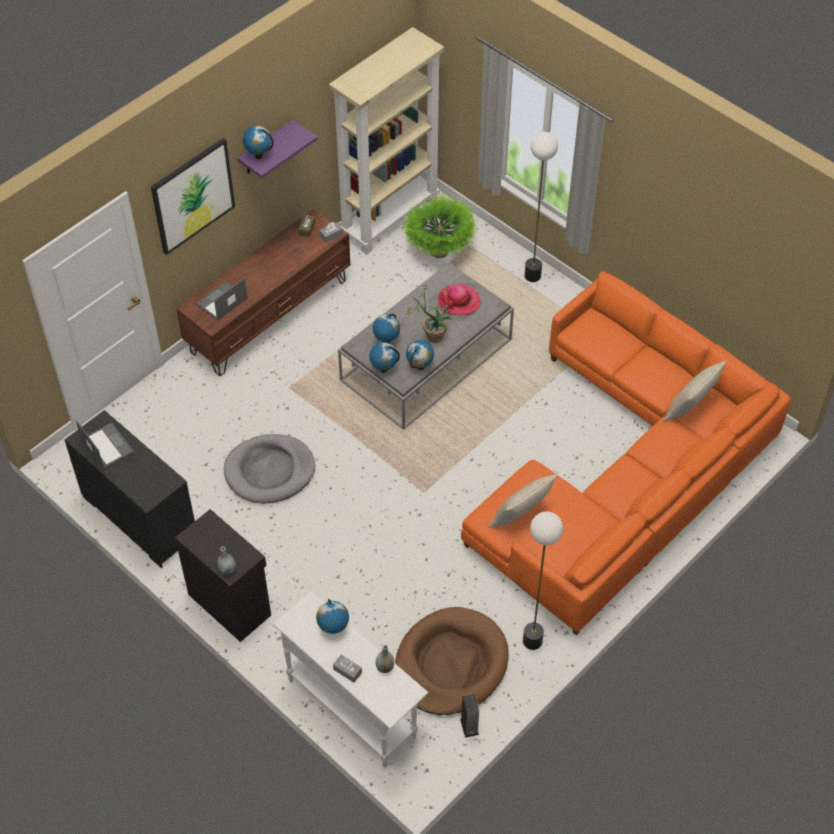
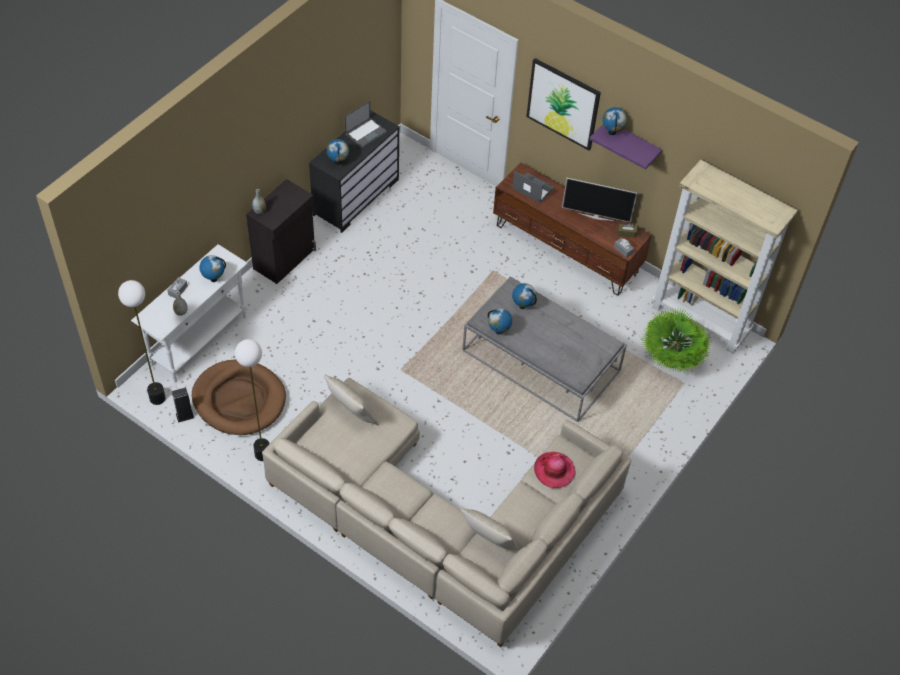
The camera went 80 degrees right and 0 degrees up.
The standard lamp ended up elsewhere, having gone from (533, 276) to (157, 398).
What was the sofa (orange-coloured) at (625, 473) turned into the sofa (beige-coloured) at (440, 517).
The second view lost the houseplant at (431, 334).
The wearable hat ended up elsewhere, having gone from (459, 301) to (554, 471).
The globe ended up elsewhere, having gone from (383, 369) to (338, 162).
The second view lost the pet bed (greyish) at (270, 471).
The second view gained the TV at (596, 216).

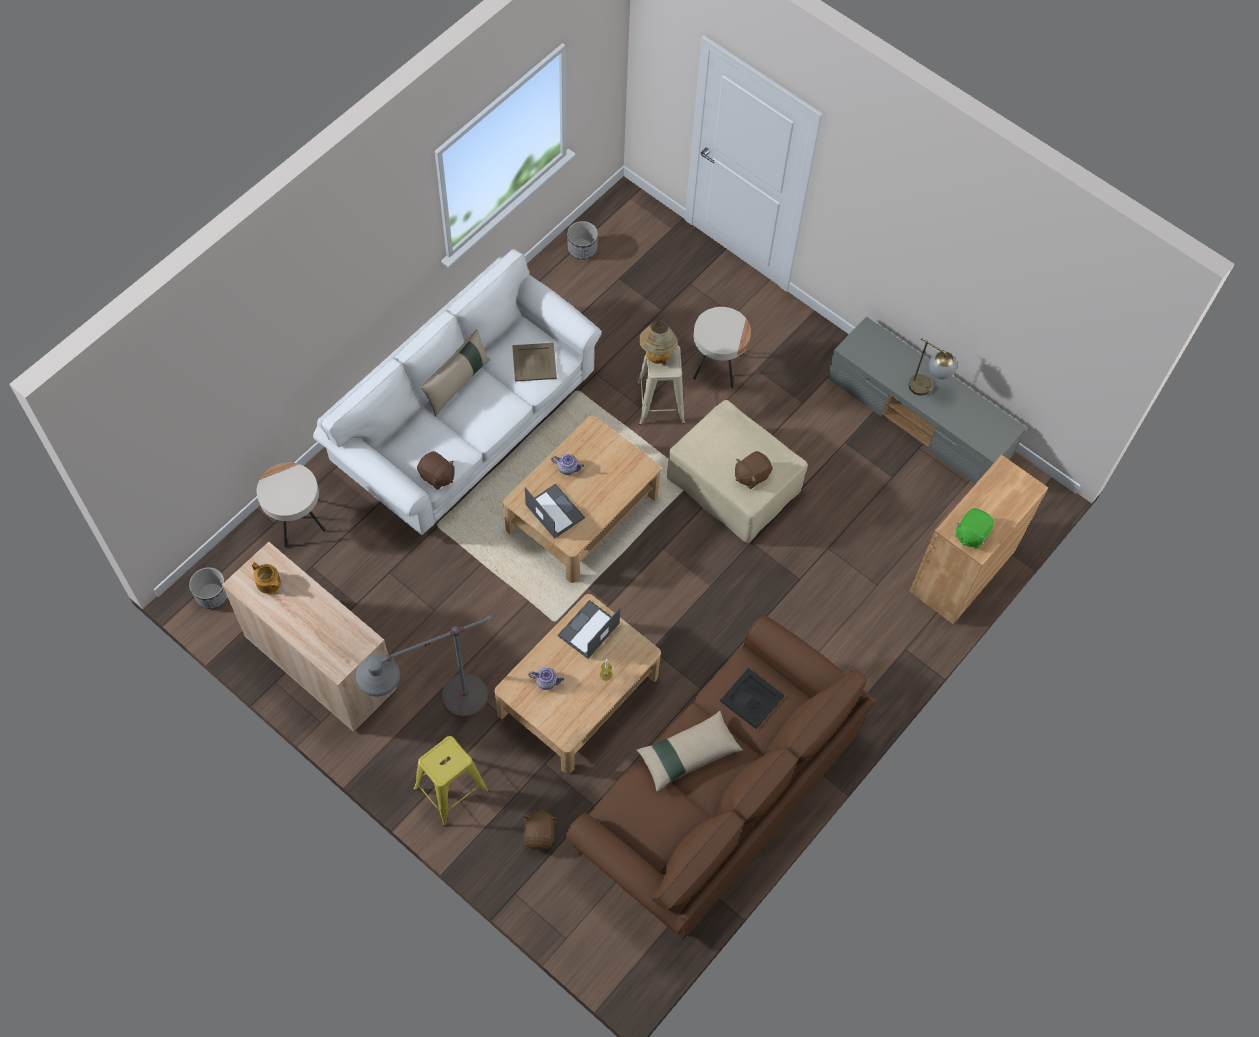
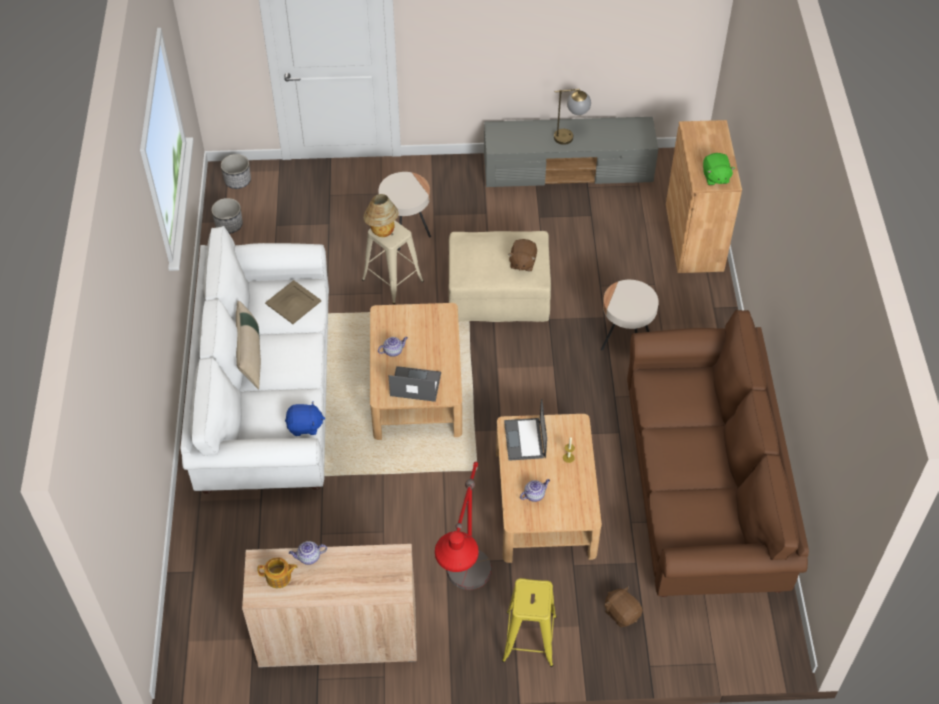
The camera went 40 degrees left and 10 degrees down.
What was the cuddly toy (brown) at (437, 476) turned into the cuddly toy (bluish) at (305, 426).
The accent table (beige-coloured) ended up elsewhere, having gone from (297, 522) to (625, 341).
The planter ended up elsewhere, having gone from (212, 595) to (237, 180).
What was the standard lamp (greyish) at (437, 715) turned into the standard lamp (reddish) at (464, 598).
The second view lost the tray (blackish) at (751, 698).
The second view lost the pillow (beige-coloured) at (688, 754).
The second view gained the teapot at (308, 557).

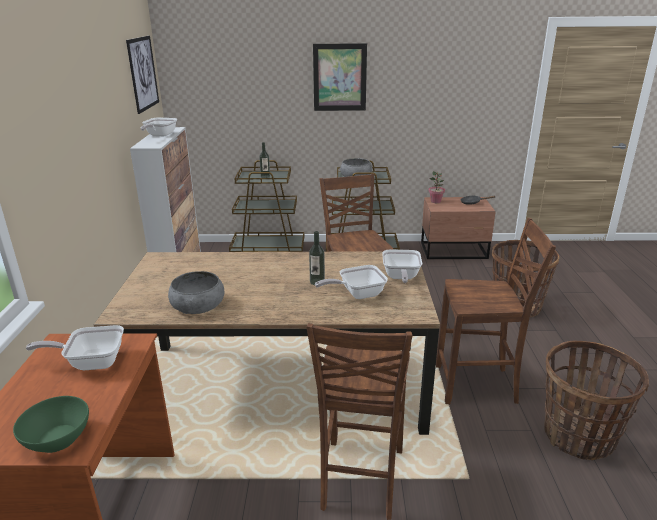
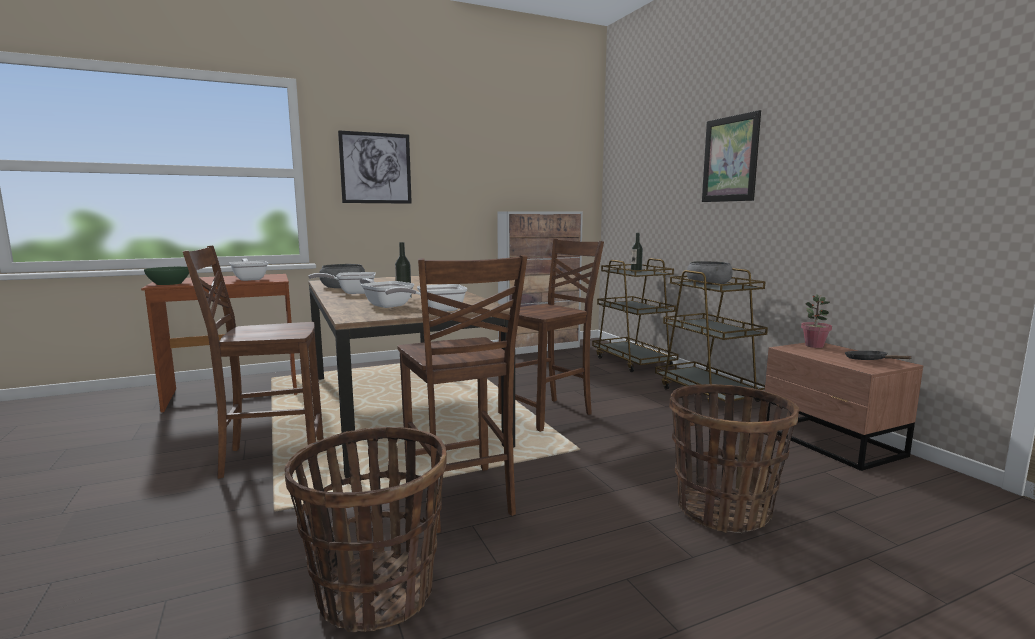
The camera went 65 degrees right and 15 degrees down.
The wall picture ended up elsewhere, having gone from (143, 73) to (376, 168).
The pan ended up elsewhere, having gone from (159, 135) to (352, 292).

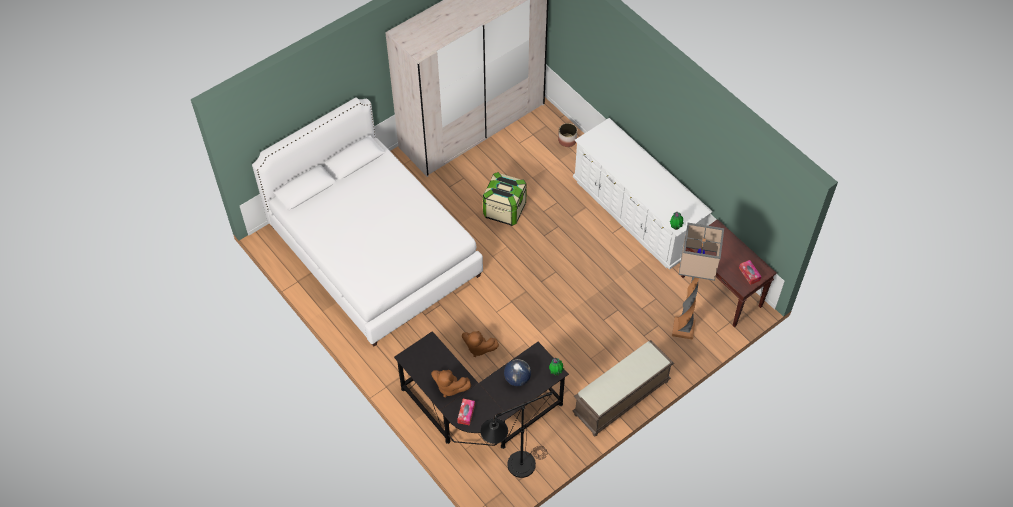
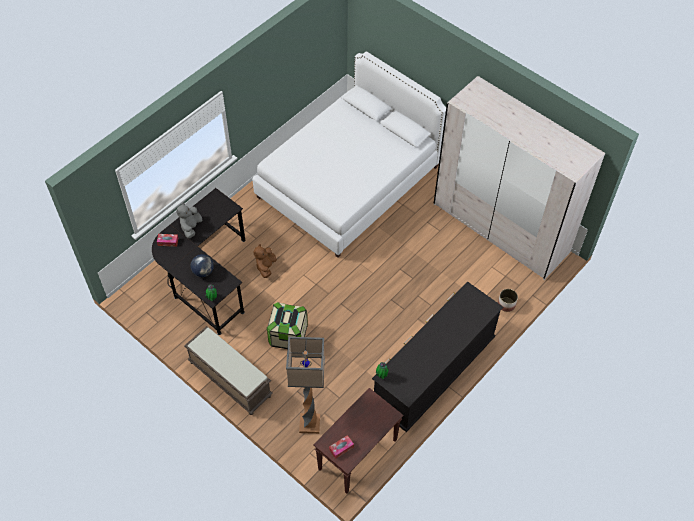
The camera went 80 degrees right and 0 degrees up.
What was the dresser (whitish) at (636, 214) turned into the dresser (blackish) at (433, 371).
The storage bin ended up elsewhere, having gone from (504, 210) to (288, 335).
What was the cuddly toy (brown) at (449, 387) turned into the cuddly toy (greyish) at (191, 227).
The second view lost the standard lamp (blackish) at (514, 469).

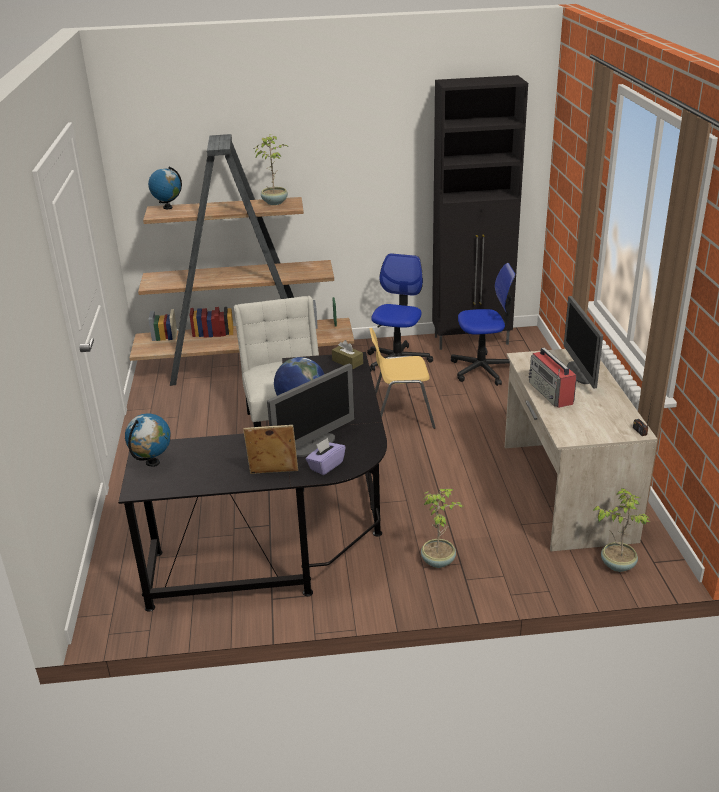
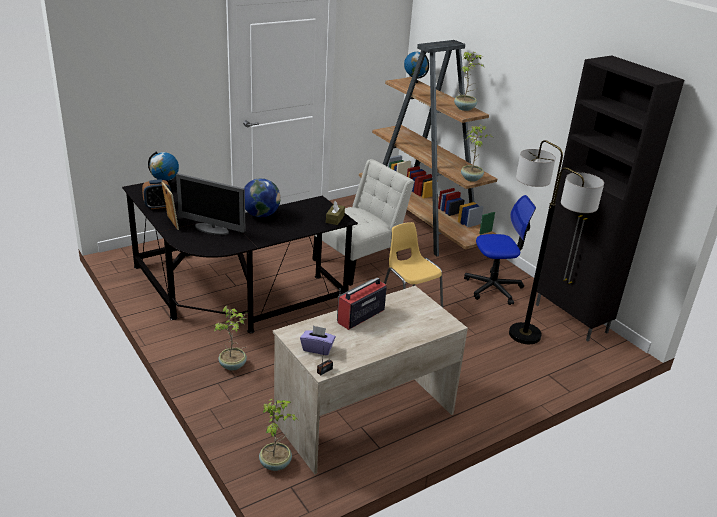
The camera went 60 degrees right and 0 degrees up.
Where the office chair stood at (482, 369), the standard lamp came to stand at (524, 334).
The second view lost the computer screen at (579, 373).
The tissue holder (purple-coloured) ended up elsewhere, having gone from (326, 466) to (317, 348).
The second view gained the houseplant at (471, 178).
The second view gained the alarm clock at (158, 206).

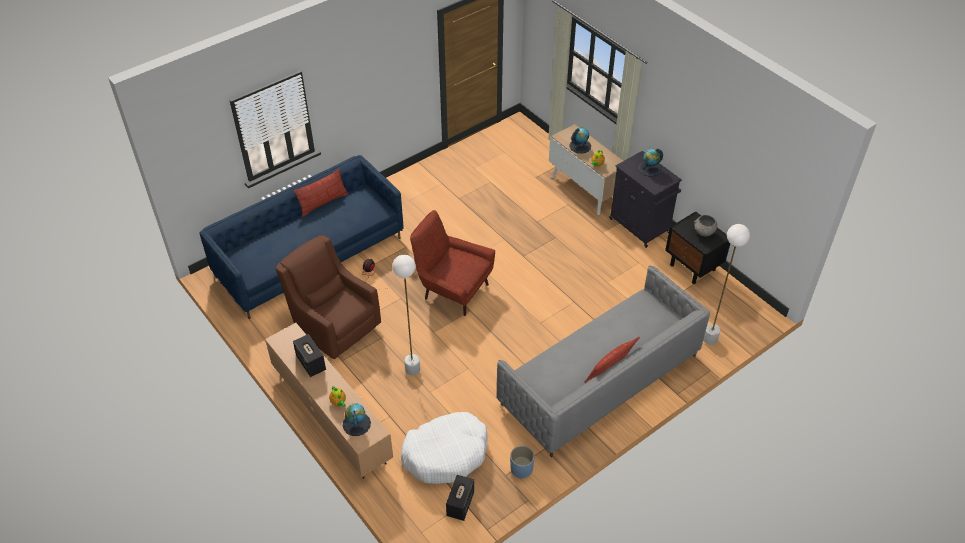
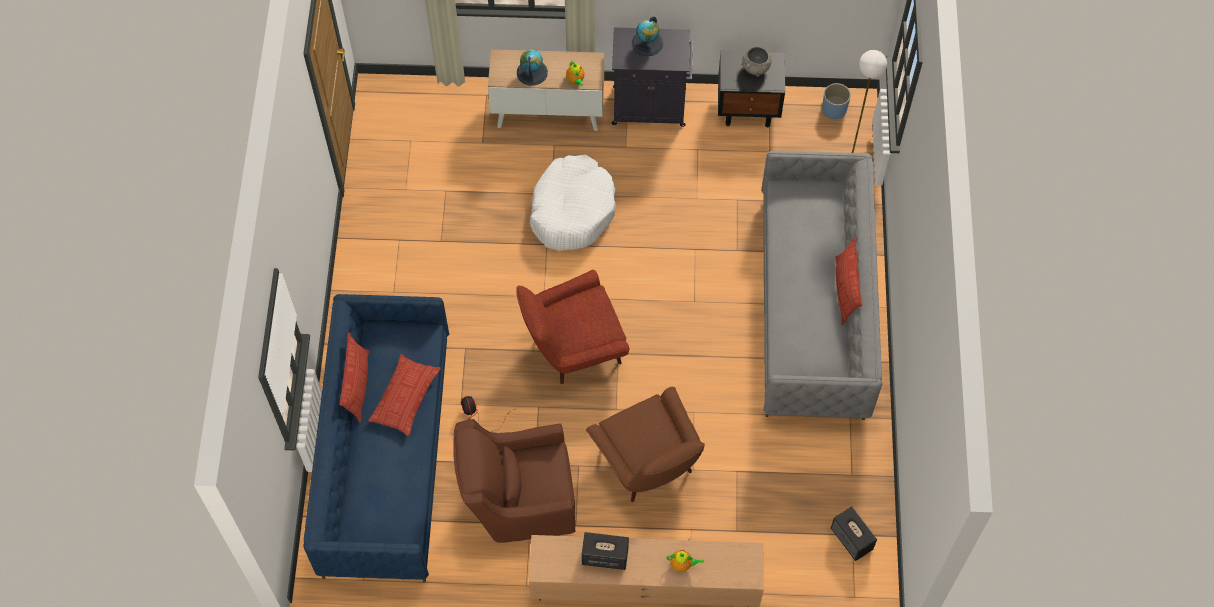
The camera went 50 degrees left and 15 degrees up.
Where the standard lamp (whitish) stood at (412, 369), the armchair (brown) came to stand at (649, 465).
The second view lost the globe at (356, 424).
The pet bed (whitish) ended up elsewhere, having gone from (446, 453) to (572, 210).
The planter (bluish) ended up elsewhere, having gone from (521, 469) to (834, 110).
The second view gained the pillow at (405, 397).

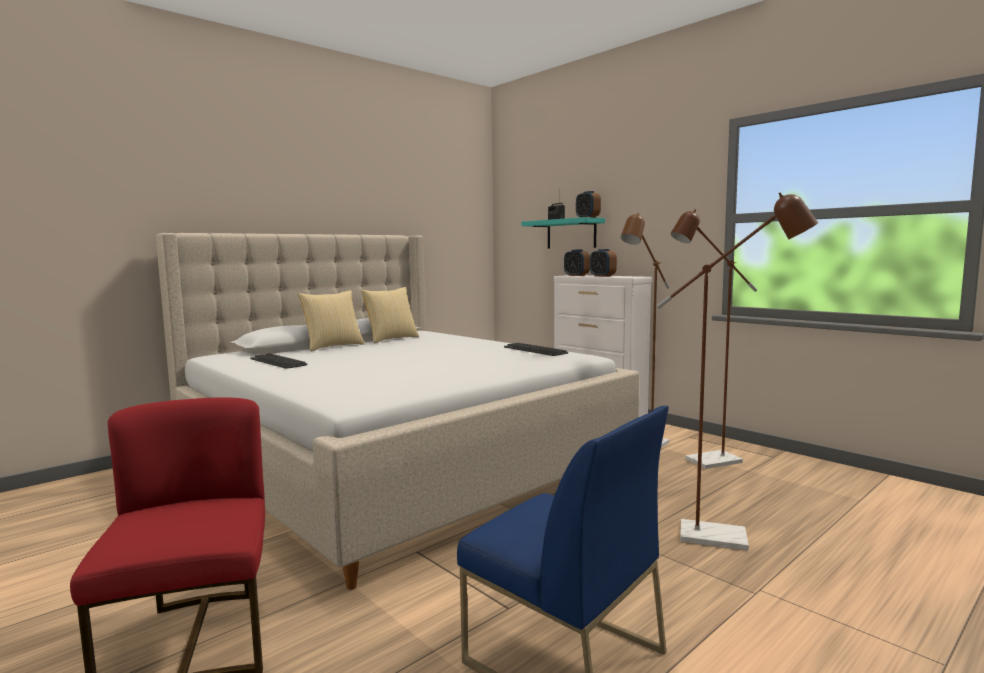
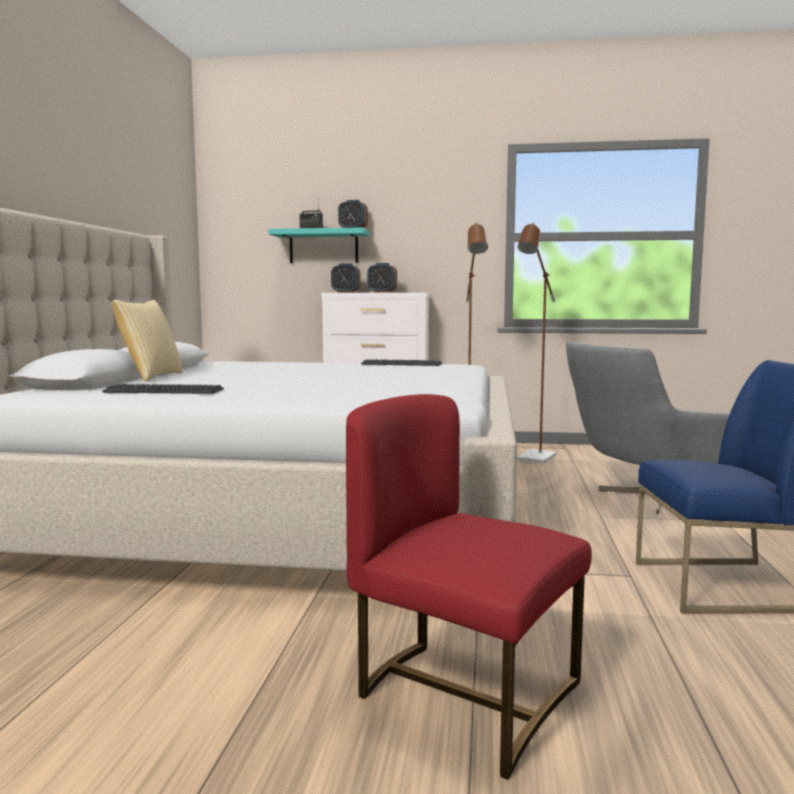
The camera went 40 degrees left and 0 degrees up.
Where the standard lamp (brown) stood at (727, 538), the armchair (greyish) came to stand at (648, 498).
The second view lost the pillow at (391, 339).

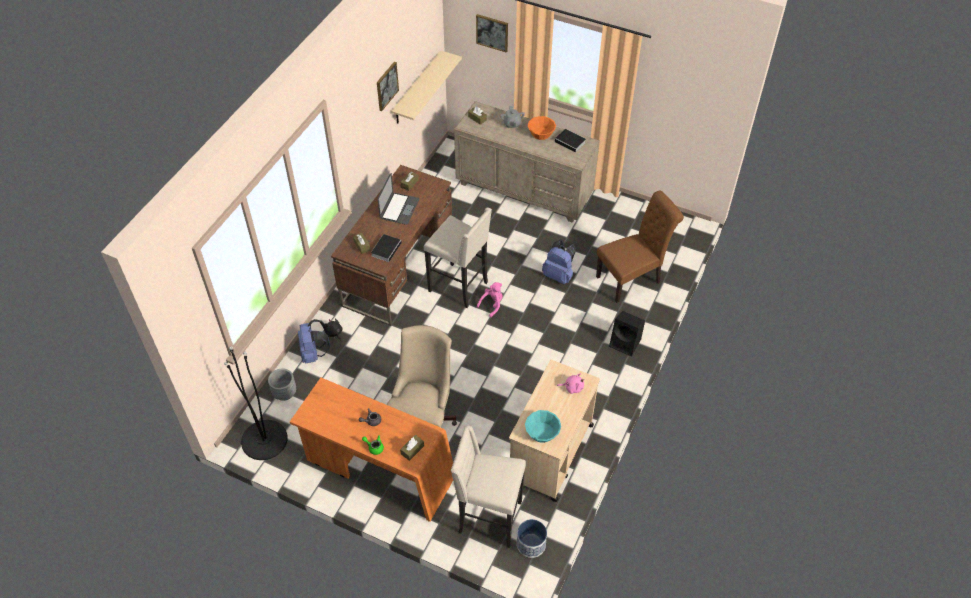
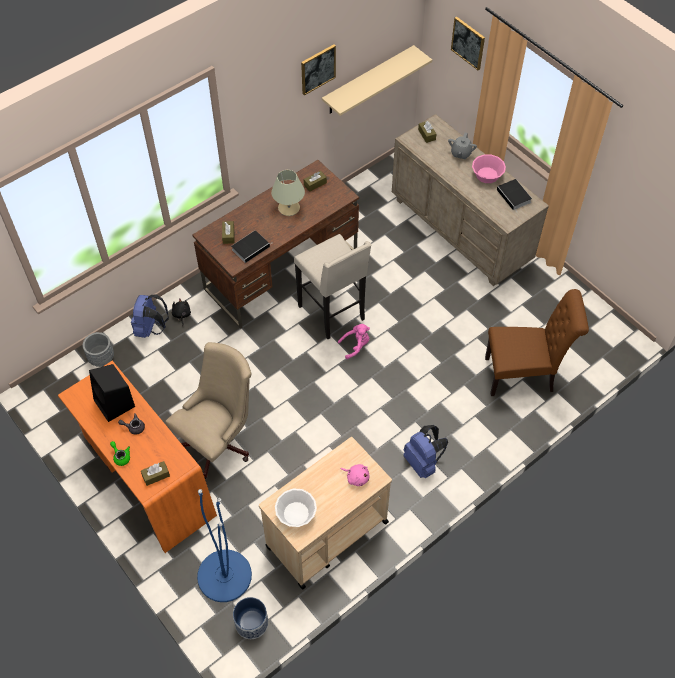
The camera went 25 degrees right and 5 degrees up.
What was the deep dish (orange-coloured) at (541, 133) turned into the deep dish (pinkish) at (487, 175).
Where the notebook computer stood at (399, 208), the tabletop lamp (beige-coloured) came to stand at (289, 208).
The rucksack (bluish) ended up elsewhere, having gone from (559, 275) to (423, 462).
The audio speaker (blackish) ended up elsewhere, having gone from (626, 343) to (115, 404).
The second view lost the standard lamp (blackish) at (264, 440).
What was the deep dish (turquoise) at (542, 432) turned into the deep dish (whitish) at (296, 513).
Where the stool (beige-coloured) stood at (488, 518), the standard lamp (bluish) came to stand at (224, 575).

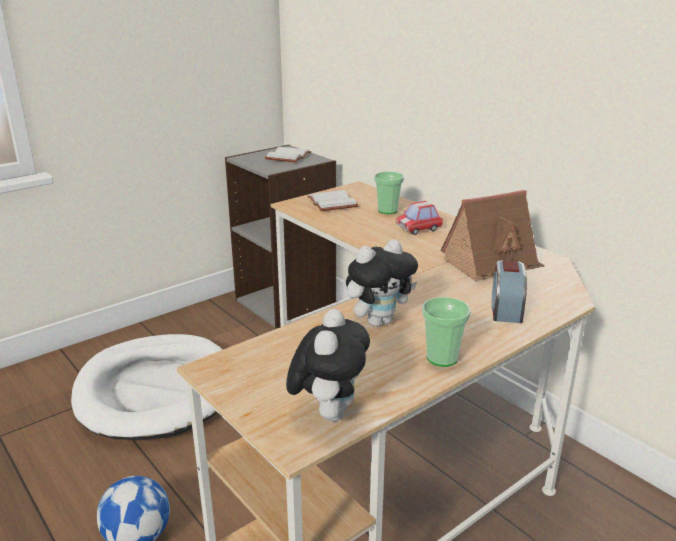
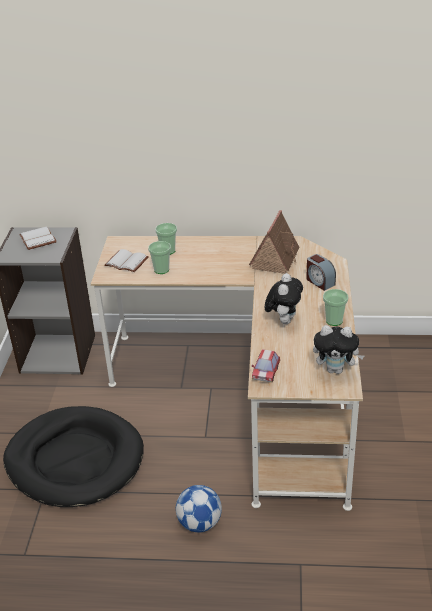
The camera went 45 degrees left and 10 degrees up.
The model car ended up elsewhere, having gone from (419, 229) to (266, 373).
The cuddly toy at (329, 412) ended up facing another way, 135 degrees clockwise from before.
What was the pet bed (whitish) at (156, 390) turned into the pet bed (blackish) at (75, 460).
The second view gained the cup at (161, 270).

